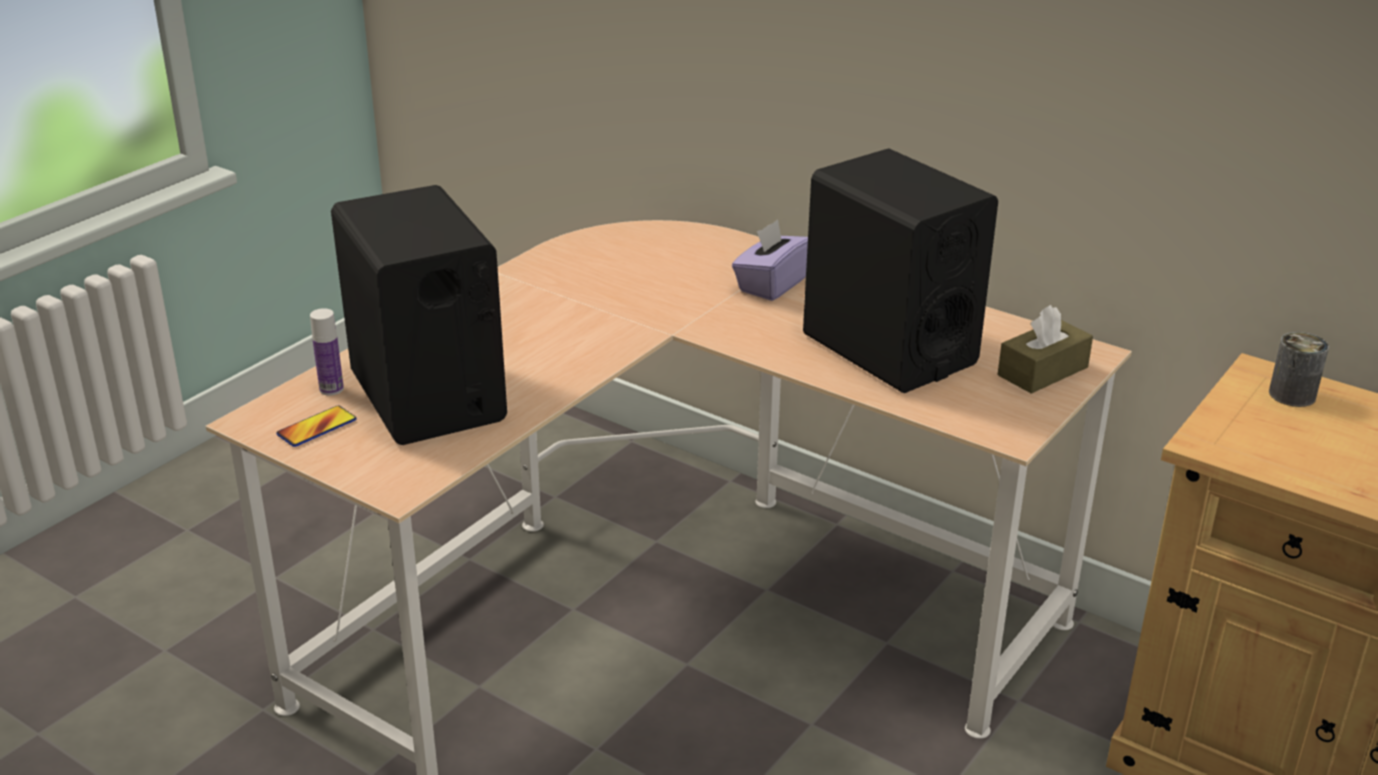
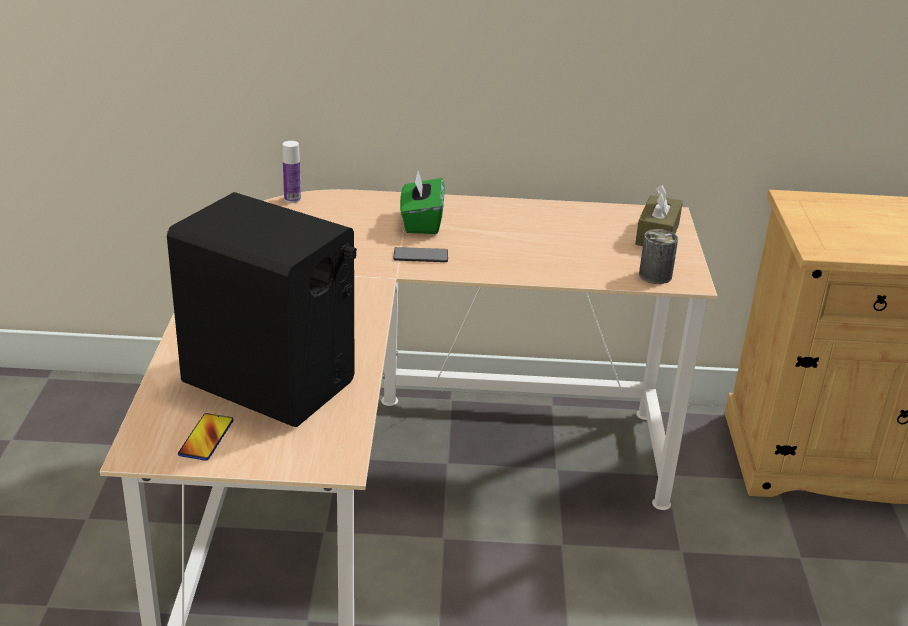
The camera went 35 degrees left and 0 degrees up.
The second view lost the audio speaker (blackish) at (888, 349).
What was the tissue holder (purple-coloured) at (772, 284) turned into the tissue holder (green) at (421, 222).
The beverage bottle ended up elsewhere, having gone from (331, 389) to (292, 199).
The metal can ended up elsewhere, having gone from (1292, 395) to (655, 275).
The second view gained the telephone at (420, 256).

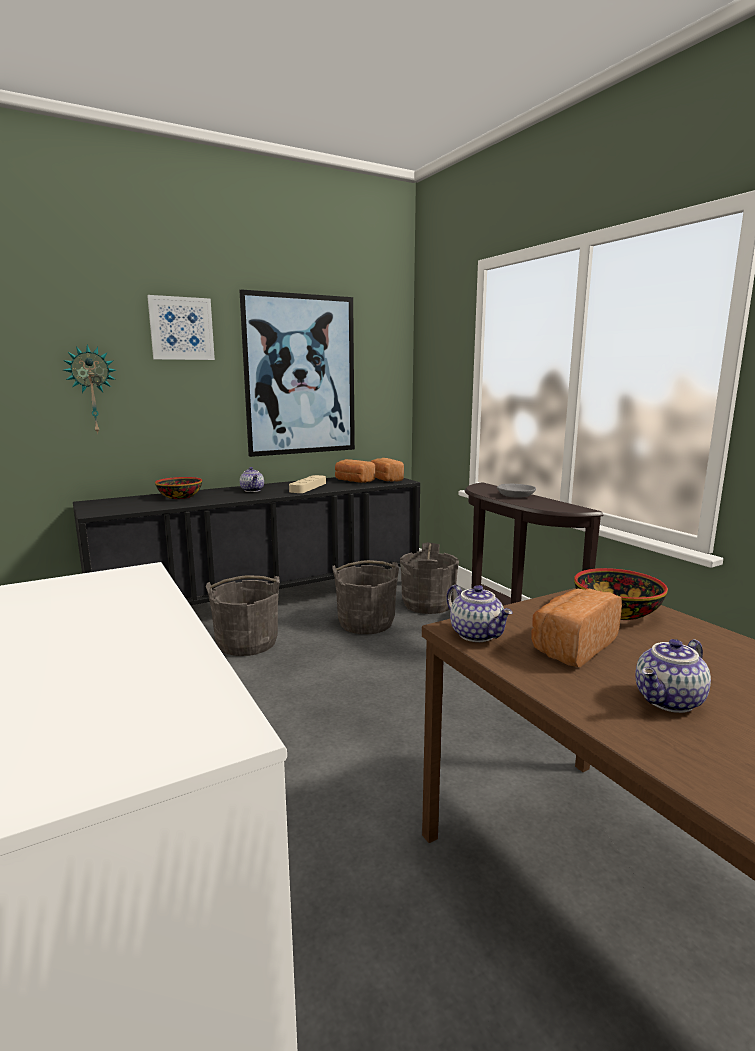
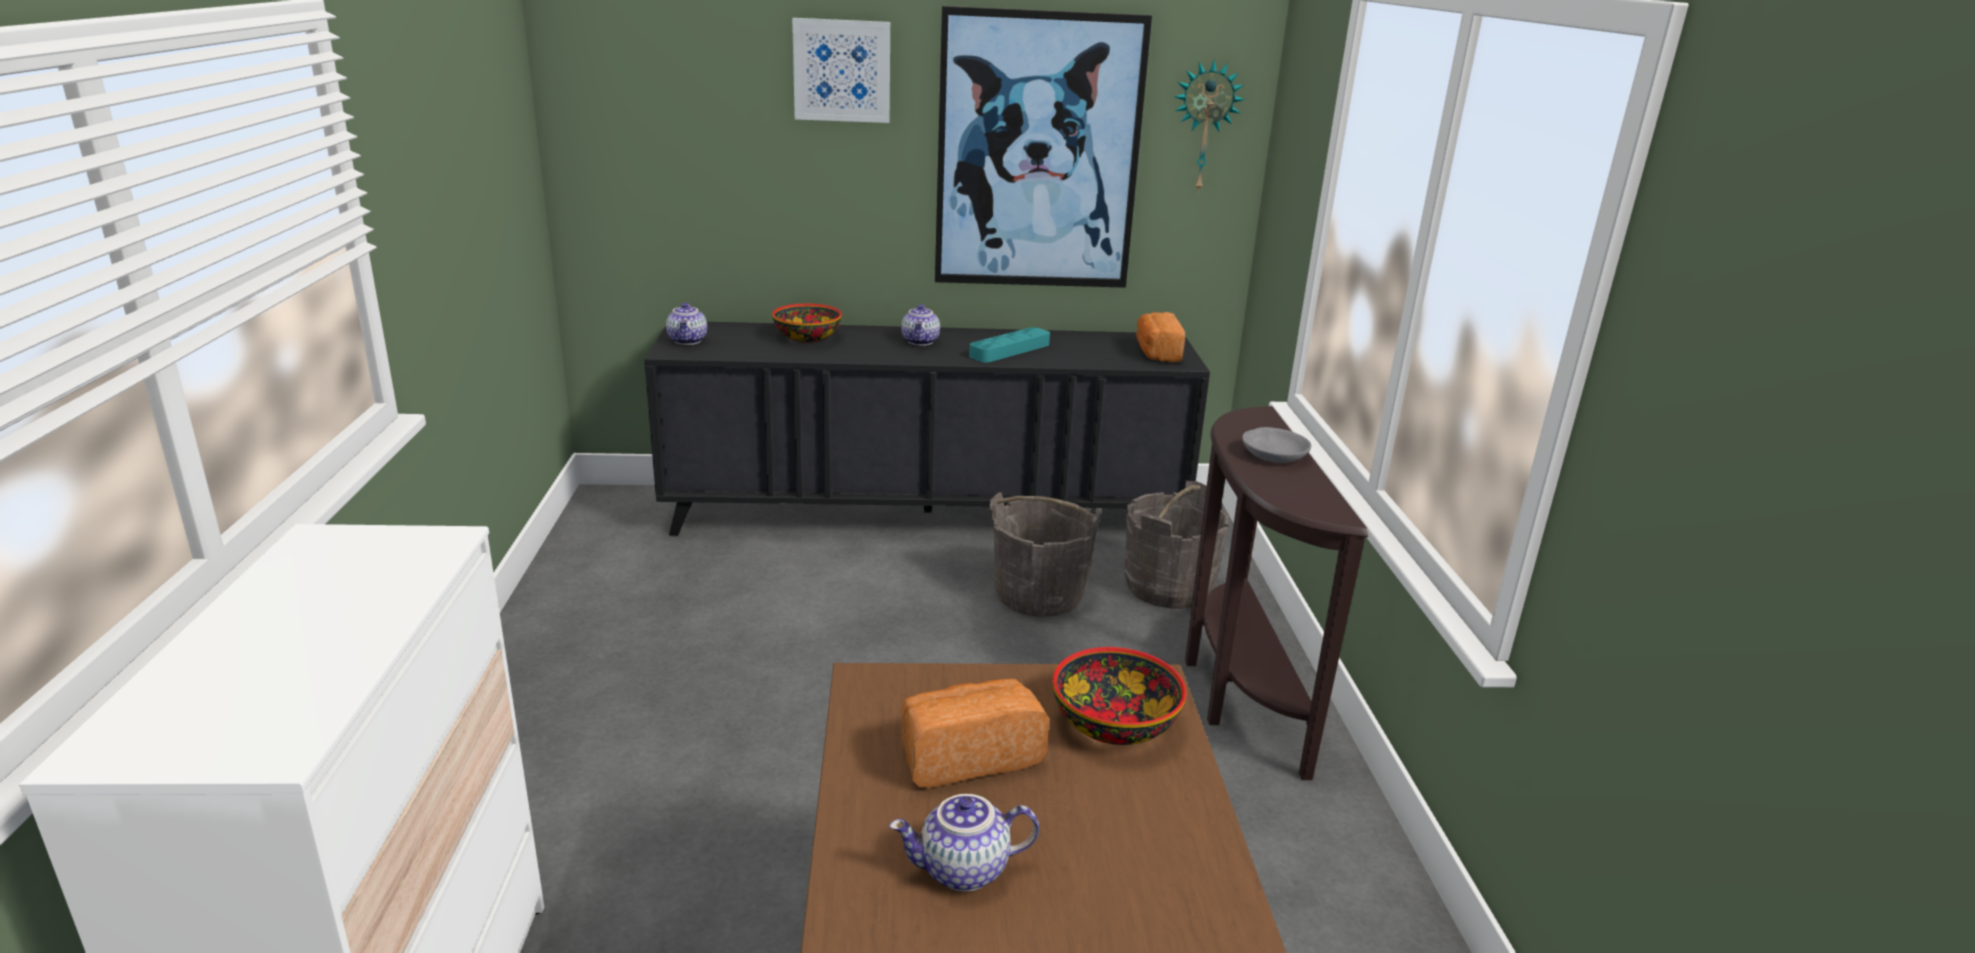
The camera went 25 degrees right and 10 degrees up.
The wall clock ended up elsewhere, having gone from (92, 390) to (1204, 127).
The second view lost the bread at (353, 481).
What was the tray (beige-coloured) at (308, 487) turned into the tray (turquoise) at (1010, 350).
The second view lost the bucket (greyish) at (247, 643).
The teapot ended up elsewhere, having gone from (477, 634) to (688, 341).

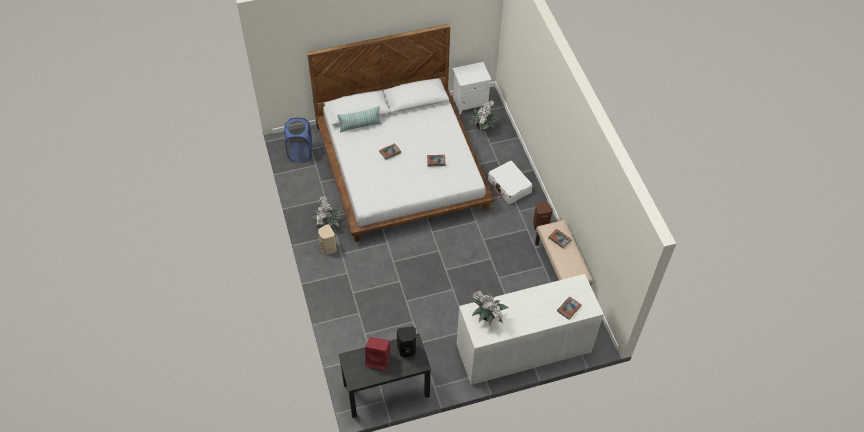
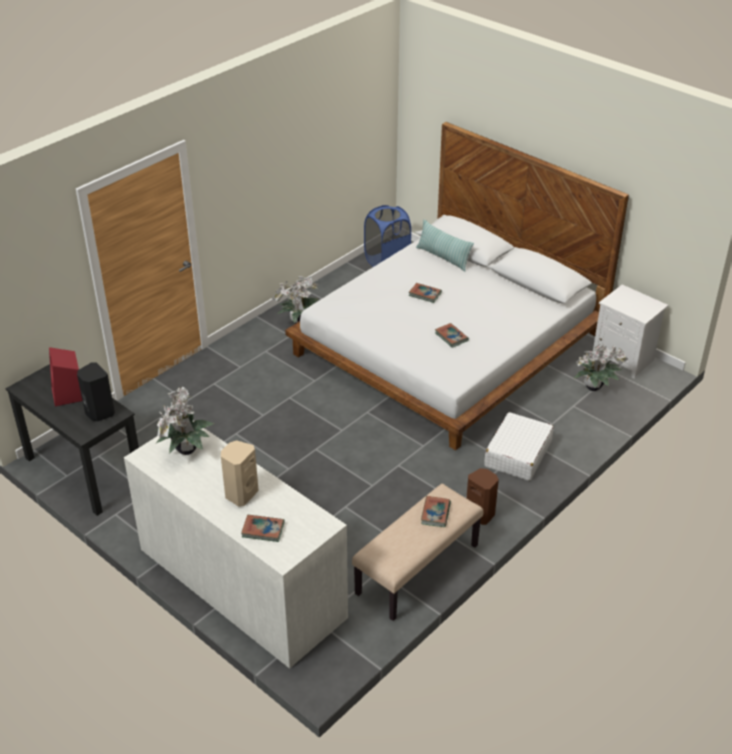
The camera went 60 degrees right and 15 degrees down.
The audio speaker (beige-coloured) ended up elsewhere, having gone from (328, 248) to (240, 494).

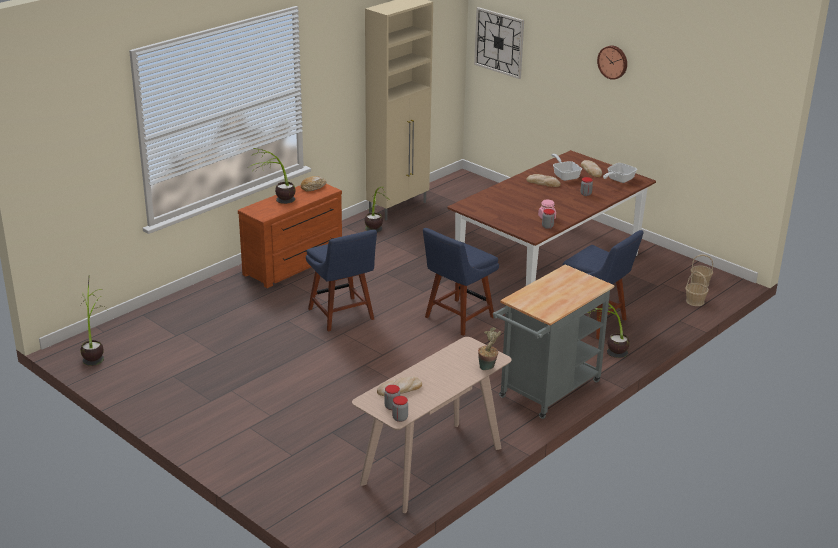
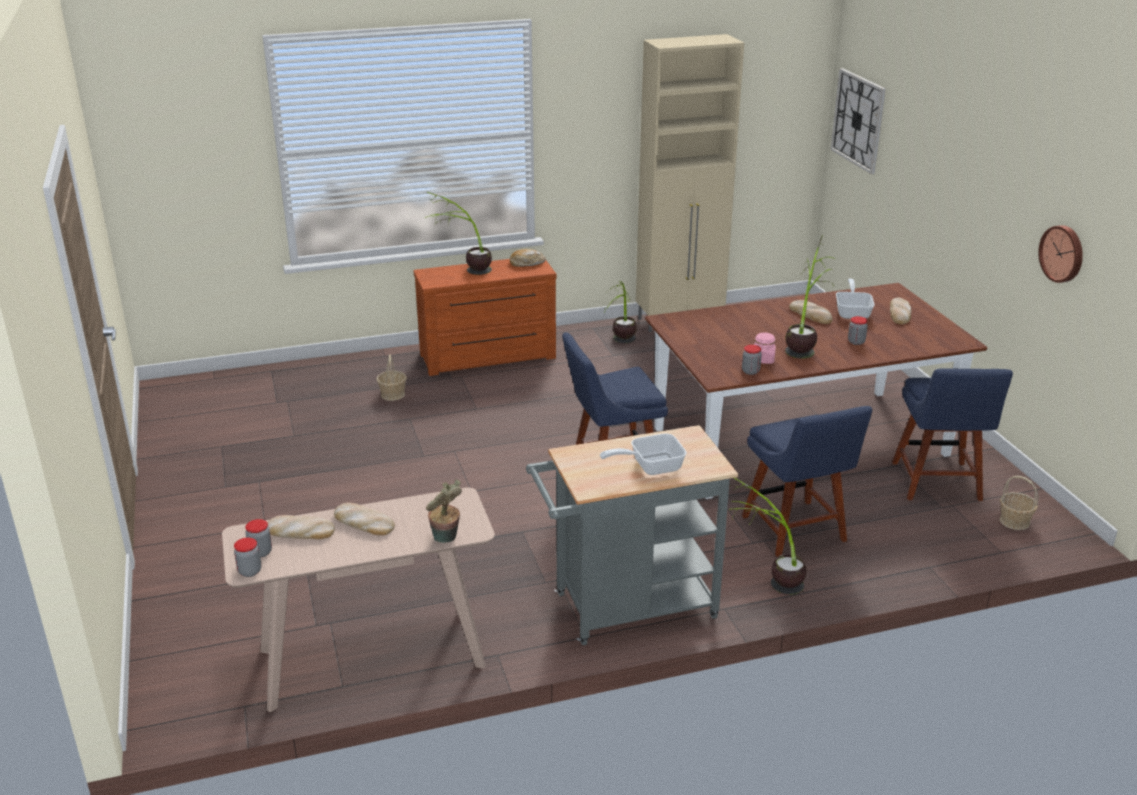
The camera went 30 degrees right and 0 degrees up.
The wall clock ended up elsewhere, having gone from (613, 62) to (1063, 253).
The pan ended up elsewhere, having gone from (618, 180) to (650, 467).
The plain chair (bluish) ended up elsewhere, having gone from (342, 315) to (937, 484).
The basket ended up elsewhere, having gone from (695, 301) to (393, 394).
The houseplant ended up elsewhere, having gone from (95, 352) to (804, 344).
The second view gained the bread at (363, 522).

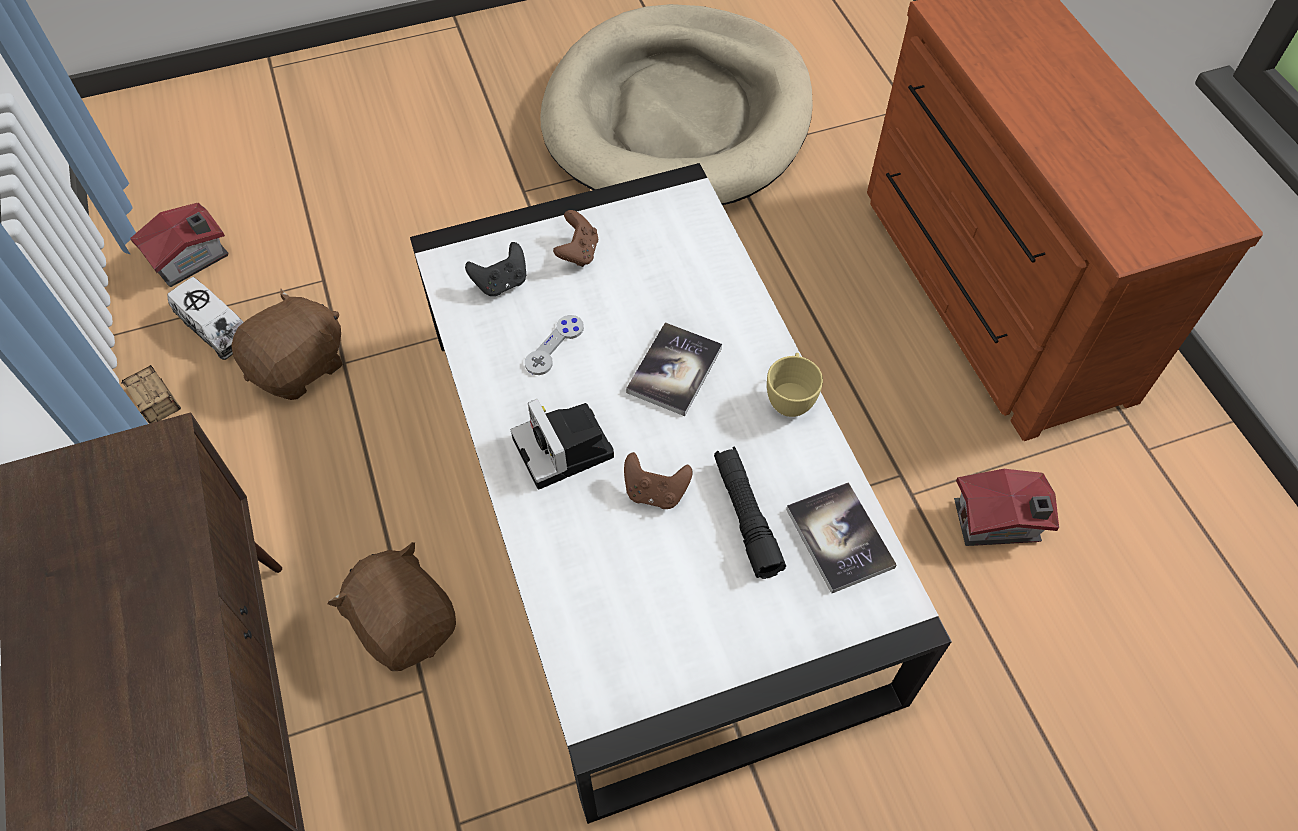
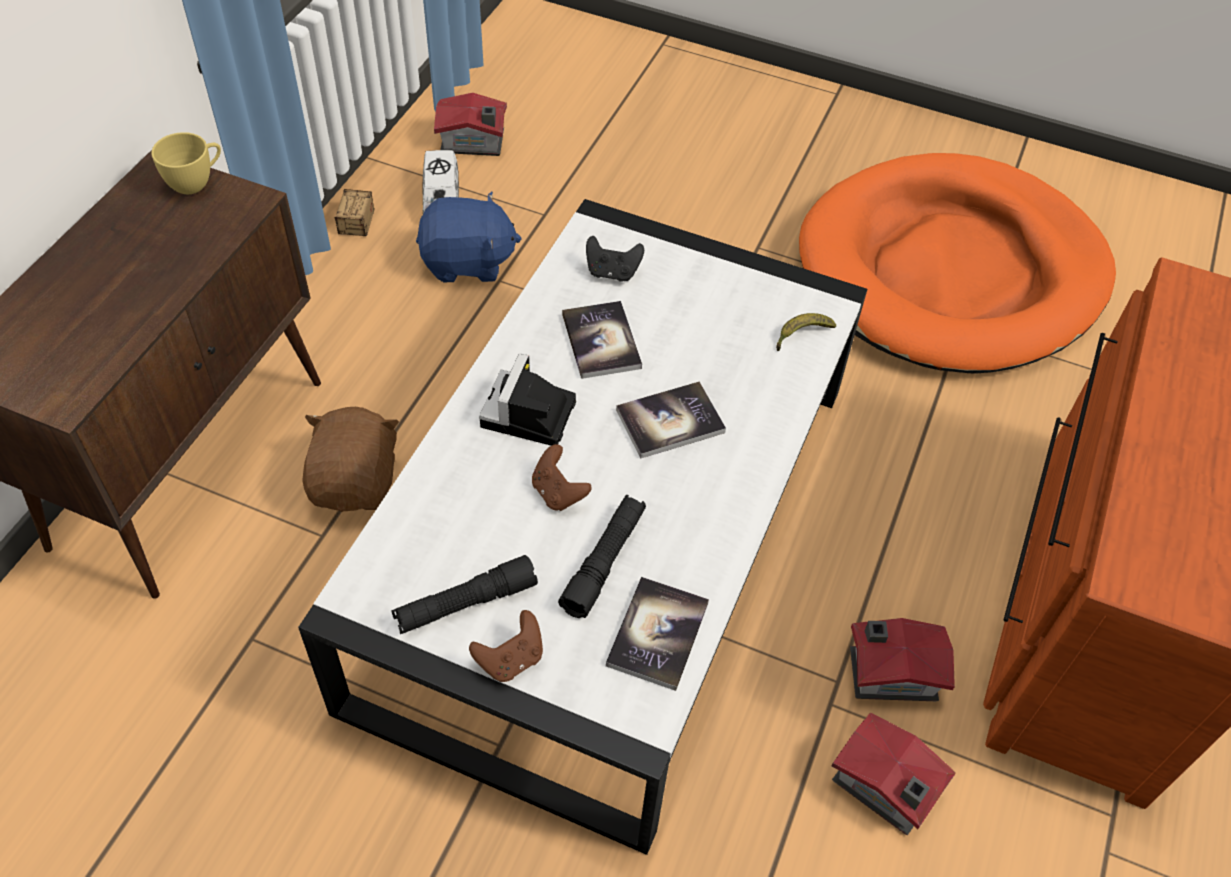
The camera went 40 degrees right and 5 degrees down.
What was the pet bed (beige-coloured) at (678, 116) turned into the pet bed (orange-coloured) at (951, 271).
The joypad (brown) ended up elsewhere, having gone from (578, 252) to (511, 659).
What was the cuddly toy (brown) at (300, 367) turned into the cuddly toy (bluish) at (467, 262).
Where the joypad (greyish) stood at (554, 346), the book came to stand at (601, 341).
The cup (yellowish) ended up elsewhere, having gone from (790, 398) to (196, 182).
The second view gained the whole banana at (801, 335).
The second view gained the torch (blackish) at (465, 603).
The second view gained the toy house at (889, 672).

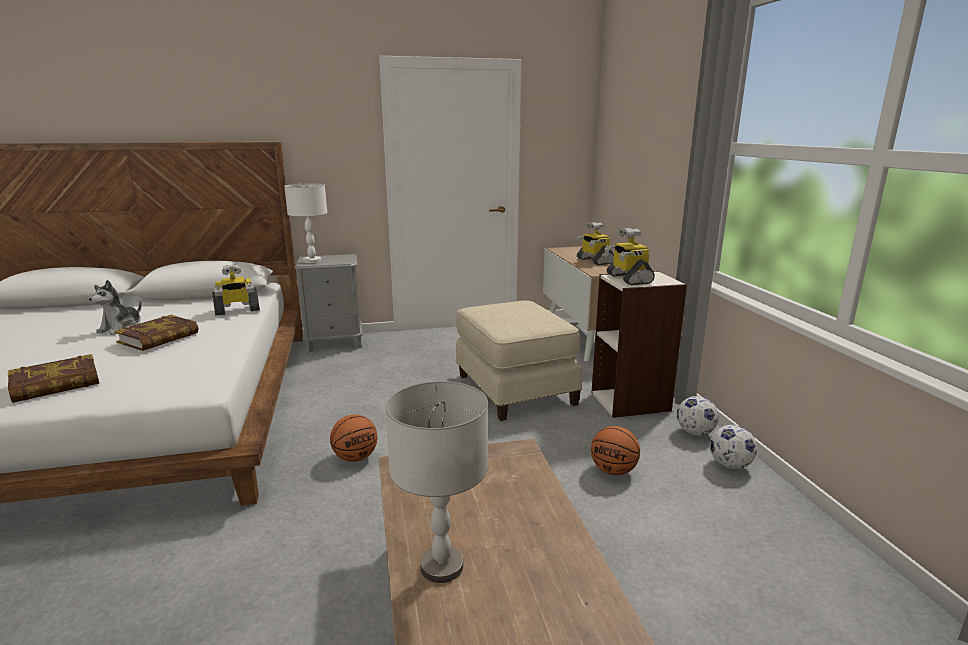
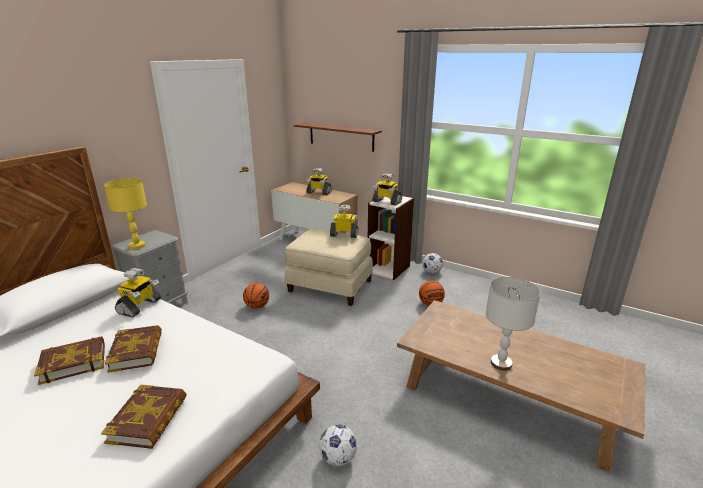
The camera went 45 degrees left and 5 degrees up.
What was the tabletop lamp (whitish) at (312, 261) turned into the tabletop lamp (yellowish) at (137, 246).
Where the cuddly toy stood at (121, 328), the book came to stand at (73, 363).
The basketball ended up elsewhere, having gone from (355, 458) to (257, 306).
The football ball ended up elsewhere, having gone from (730, 465) to (338, 458).
The second view gained the bracket shelf (brown) at (341, 136).
The second view gained the model robot at (344, 235).

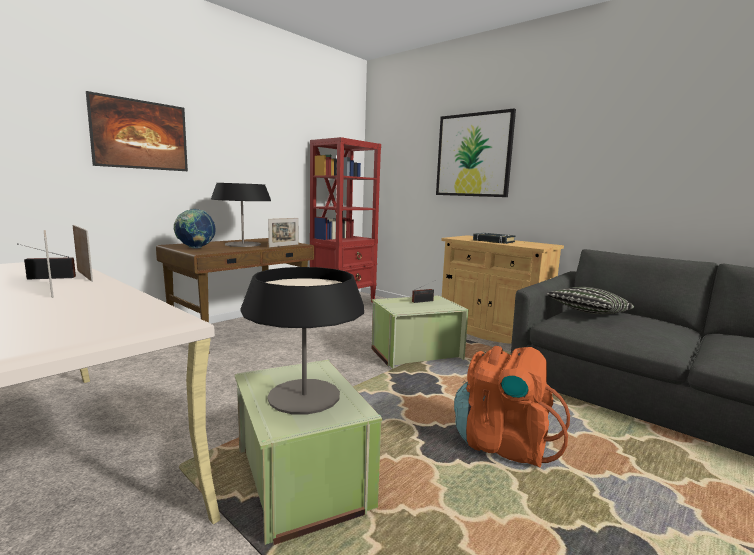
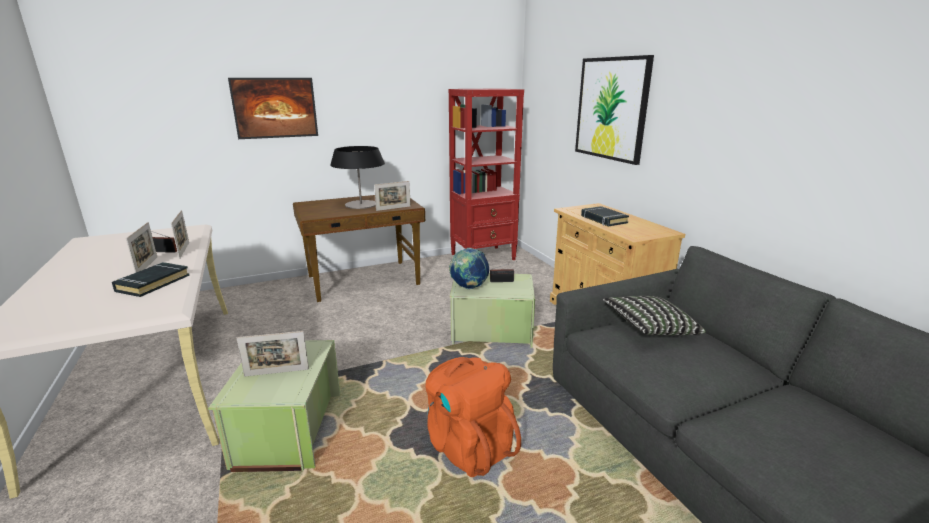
The camera went 25 degrees right and 10 degrees up.
The globe ended up elsewhere, having gone from (196, 248) to (469, 287).
Where the tabletop lamp stood at (304, 396), the standing frame came to stand at (277, 372).
The second view gained the book (blackish) at (152, 283).

